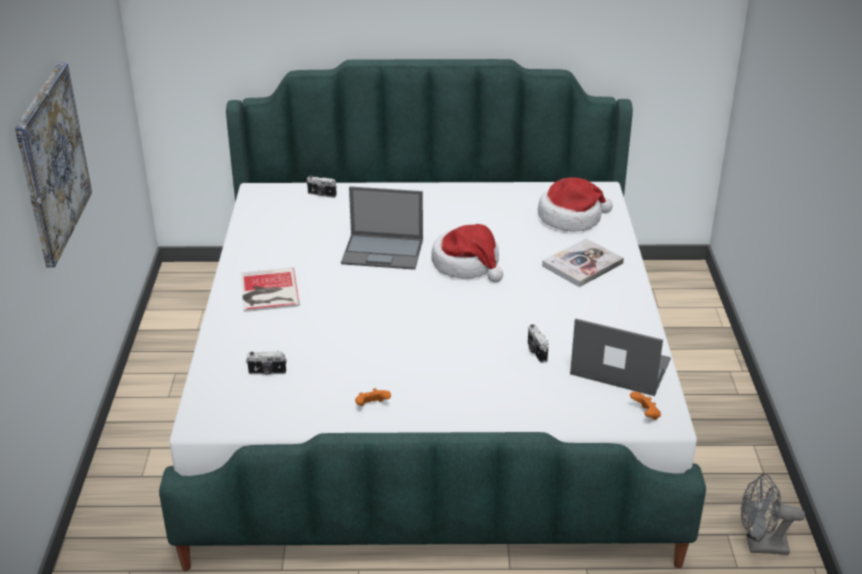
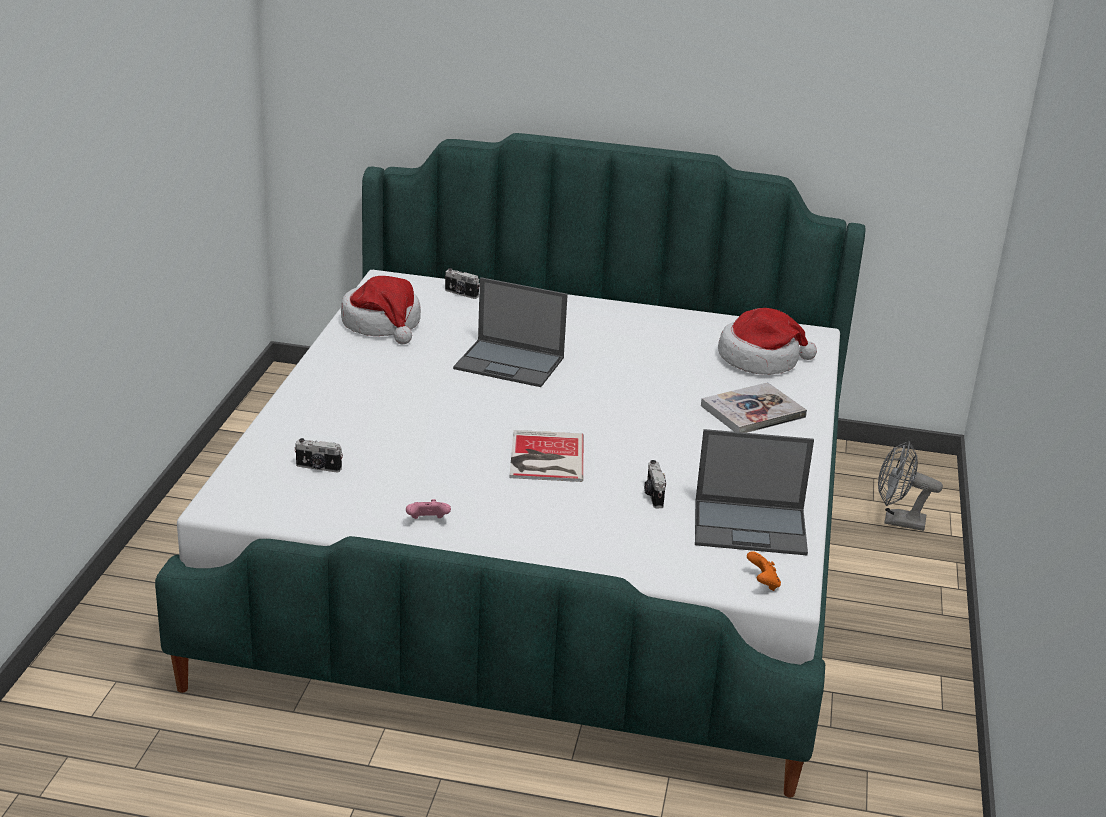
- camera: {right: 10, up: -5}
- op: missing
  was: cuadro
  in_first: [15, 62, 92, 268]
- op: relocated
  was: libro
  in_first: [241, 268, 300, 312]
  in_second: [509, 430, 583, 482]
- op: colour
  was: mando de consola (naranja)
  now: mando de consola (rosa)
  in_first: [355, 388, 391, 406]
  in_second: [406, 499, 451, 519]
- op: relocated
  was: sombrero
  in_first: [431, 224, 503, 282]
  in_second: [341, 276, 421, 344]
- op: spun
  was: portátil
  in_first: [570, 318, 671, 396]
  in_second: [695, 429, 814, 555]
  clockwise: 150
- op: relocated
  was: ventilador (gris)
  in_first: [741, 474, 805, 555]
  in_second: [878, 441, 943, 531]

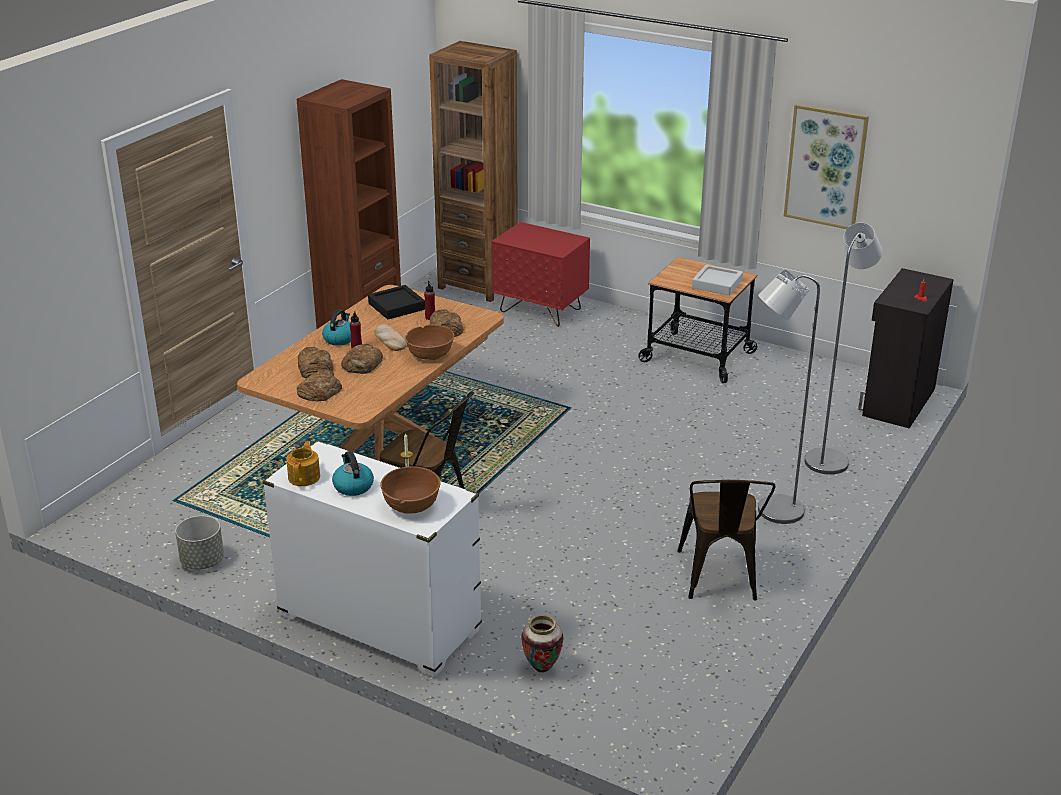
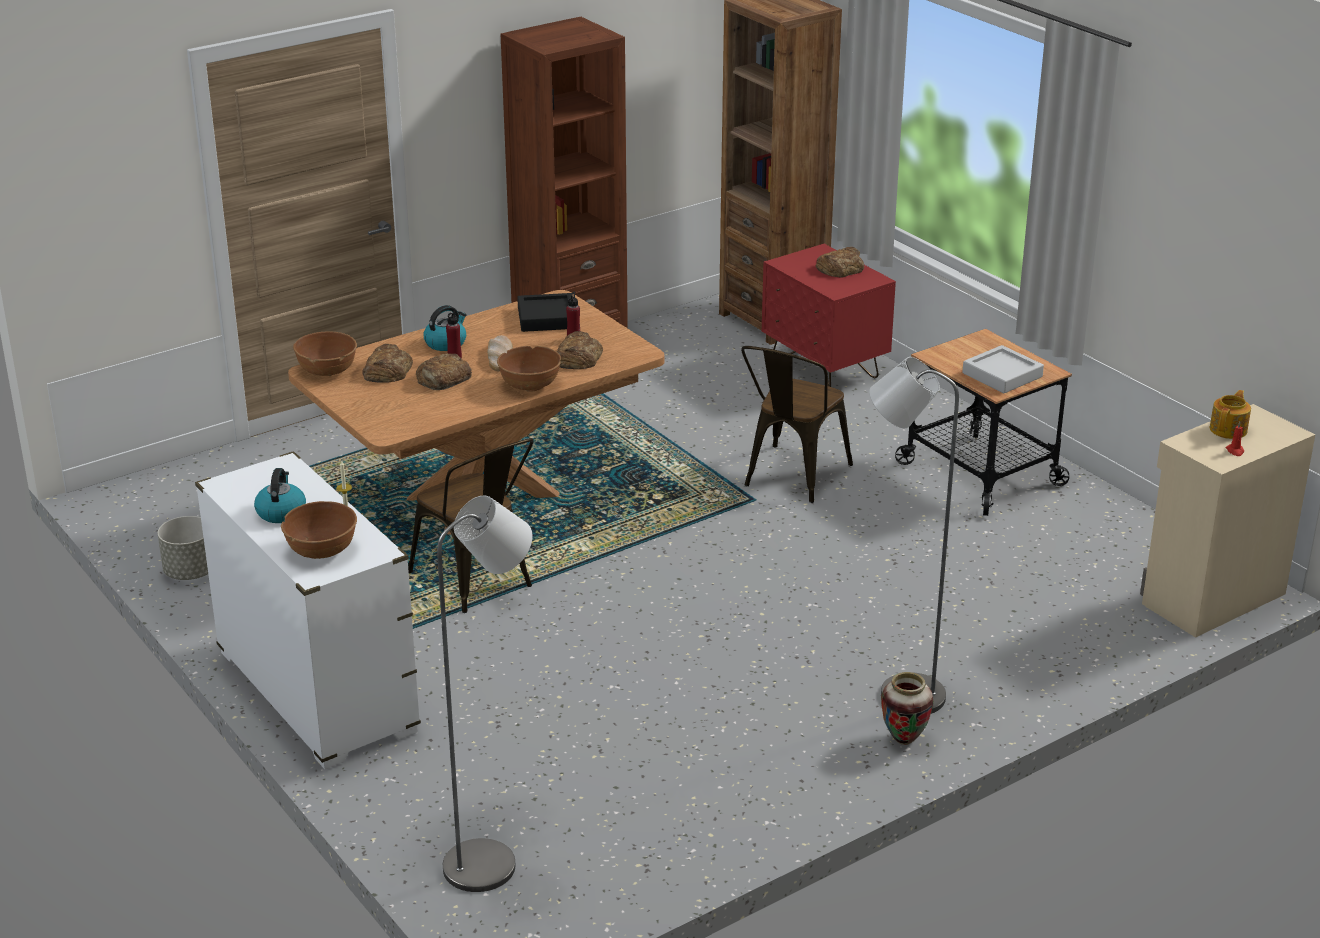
- camera: {right: 25, up: 0}
- op: relocated
  was: tetera
  in_first: [286, 441, 320, 486]
  in_second: [1210, 390, 1251, 439]
- op: relocated
  was: pan
  in_first: [297, 369, 342, 401]
  in_second: [816, 247, 864, 277]
- op: relocated
  was: florero
  in_first: [521, 615, 564, 673]
  in_second: [881, 672, 934, 745]
- op: relocated
  was: silla (marrón)
  in_first: [677, 480, 776, 600]
  in_second: [741, 346, 853, 503]
- op: missing
  was: cuadro
  in_first: [784, 104, 869, 229]
- op: relocated
  was: lámpara de pie (gris)
  in_first: [804, 222, 882, 475]
  in_second: [437, 496, 532, 892]
- op: colour
  was: armario (negro)
  now: armario (beis)
  in_first: [858, 268, 954, 429]
  in_second: [1140, 404, 1315, 638]
- op: appeared
  now: cuenco (marrón)
  in_second: [293, 331, 357, 376]

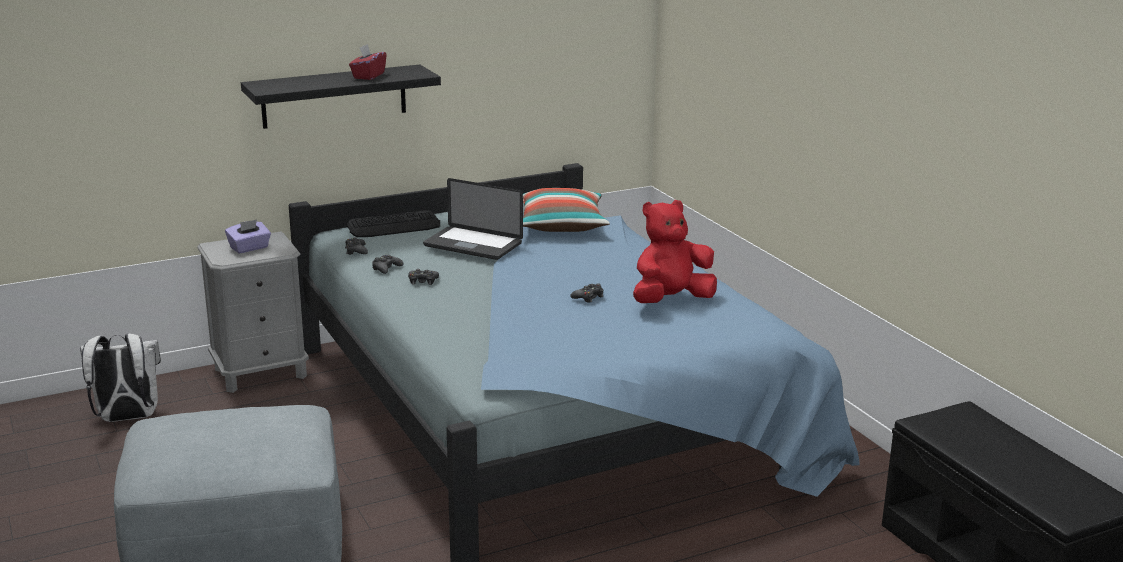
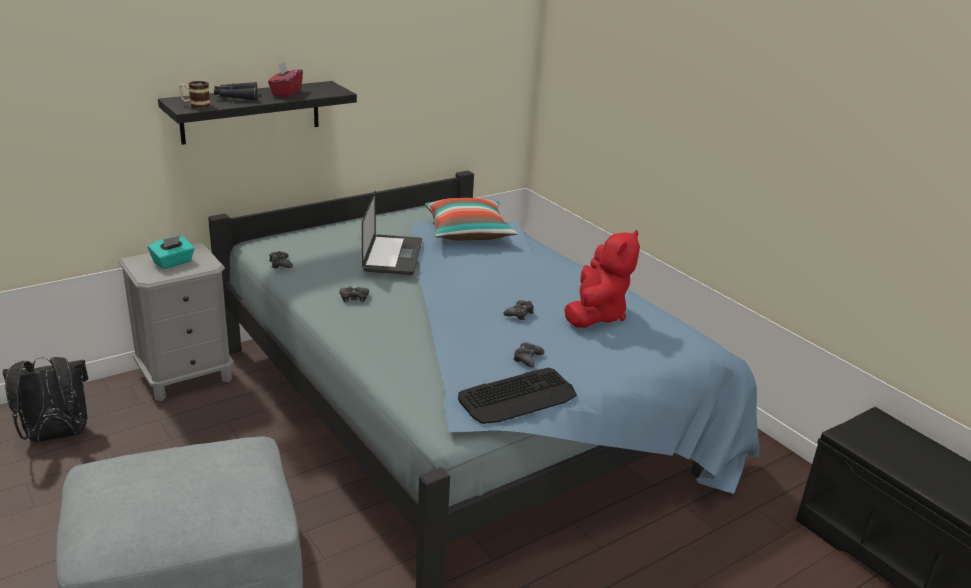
- camera: {right: -10, up: 5}
- op: colour
  was: mochila (blanco)
  now: mochila (negro)
  in_first: [80, 333, 161, 422]
  in_second: [2, 357, 88, 442]
- op: colour
  was: caja de pañuelos (morado)
  now: caja de pañuelos (turquesa)
  in_first: [225, 219, 271, 253]
  in_second: [148, 235, 194, 269]
- op: relocated
  was: teclado
  in_first: [346, 210, 440, 237]
  in_second: [458, 367, 577, 424]
- op: relocated
  was: mando de consola (negro)
  in_first: [372, 255, 404, 274]
  in_second: [514, 342, 544, 368]
- op: spun
  was: portátil
  in_first: [423, 178, 523, 260]
  in_second: [362, 191, 422, 275]
  clockwise: -105
- op: spun
  was: peluche (rojo)
  in_first: [633, 200, 717, 303]
  in_second: [564, 230, 640, 328]
  clockwise: 150
- op: appeared
  now: taza grande
  in_second: [179, 81, 211, 109]
- op: appeared
  now: prismáticos (negro)
  in_second: [214, 82, 257, 100]

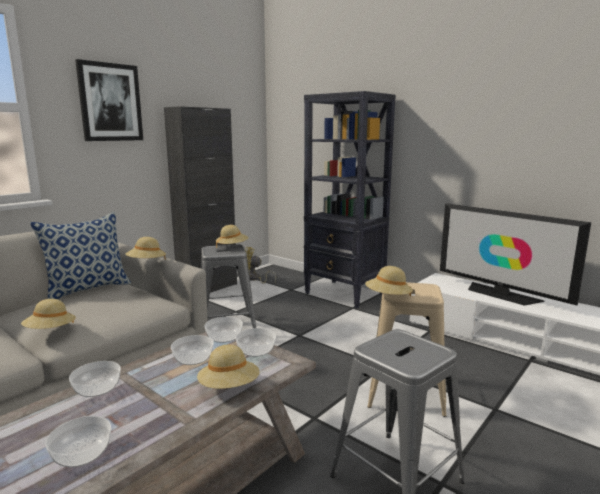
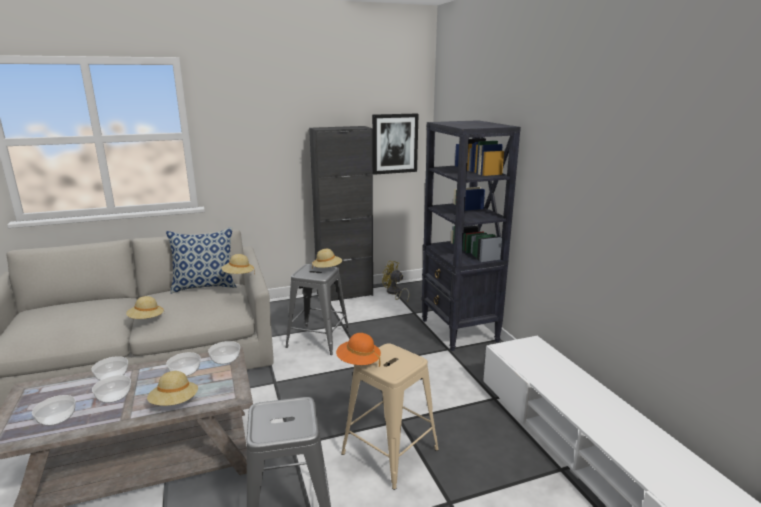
- camera: {right: 30, up: 5}
- op: relocated
  was: cuadro
  in_first: [75, 59, 143, 141]
  in_second: [372, 113, 418, 175]
- op: relocated
  was: cuenco
  in_first: [236, 328, 276, 357]
  in_second: [92, 375, 131, 403]
- op: colour
  was: sombrero (beis)
  now: sombrero (naranja)
  in_first: [365, 266, 413, 296]
  in_second: [336, 333, 381, 367]
- op: missing
  was: televisor
  in_first: [440, 203, 591, 306]

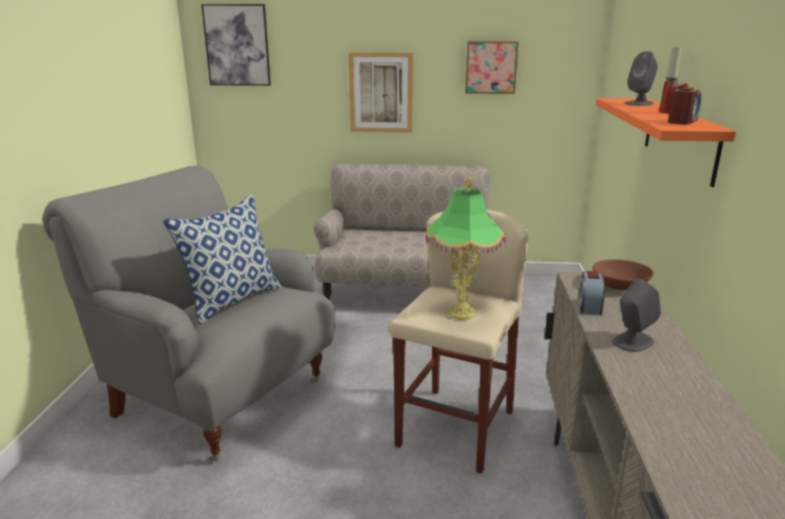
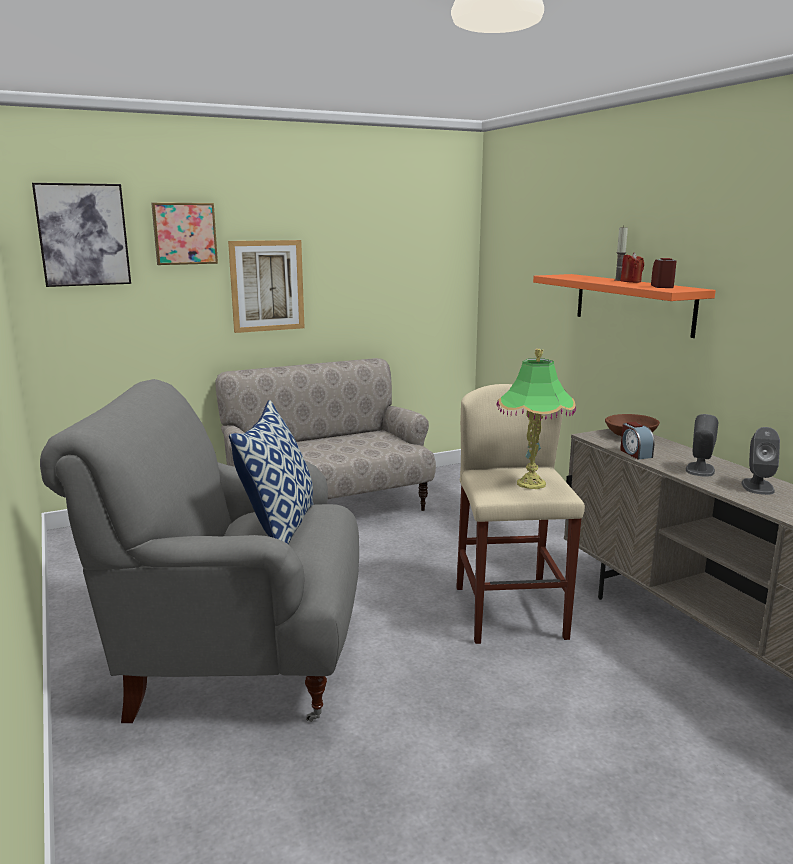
- camera: {right: -30, up: -5}
- op: relocated
  was: cuadro
  in_first: [465, 41, 518, 94]
  in_second: [151, 203, 218, 265]
- op: relocated
  was: altavoz (gris)
  in_first: [625, 51, 658, 106]
  in_second: [741, 427, 780, 495]

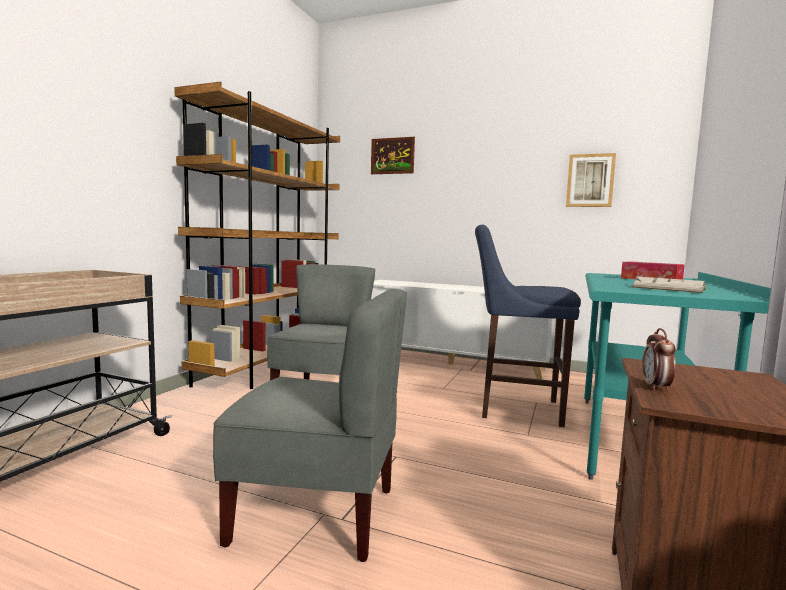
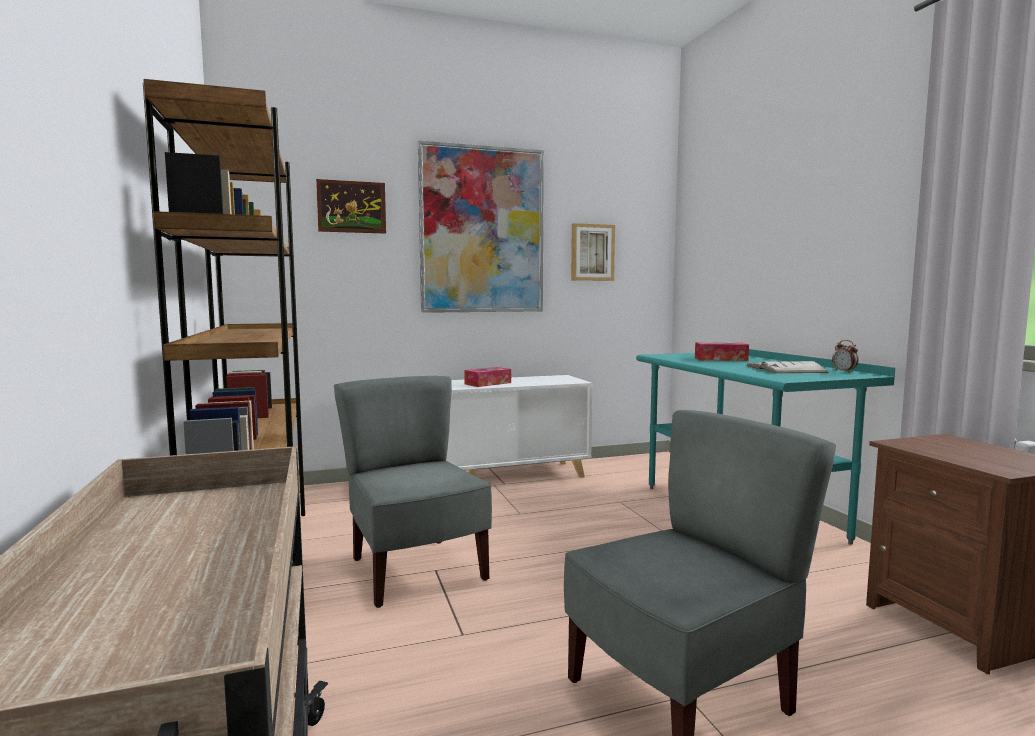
- camera: {right: -40, up: 0}
- op: missing
  was: taburete (azul)
  in_first: [475, 225, 581, 427]
- op: relocated
  was: despertador
  in_first: [642, 328, 676, 391]
  in_second: [832, 340, 859, 373]
- op: appeared
  now: cuadro
  in_second: [418, 140, 544, 313]
- op: appeared
  now: caja de pañuelos
  in_second: [464, 367, 511, 387]

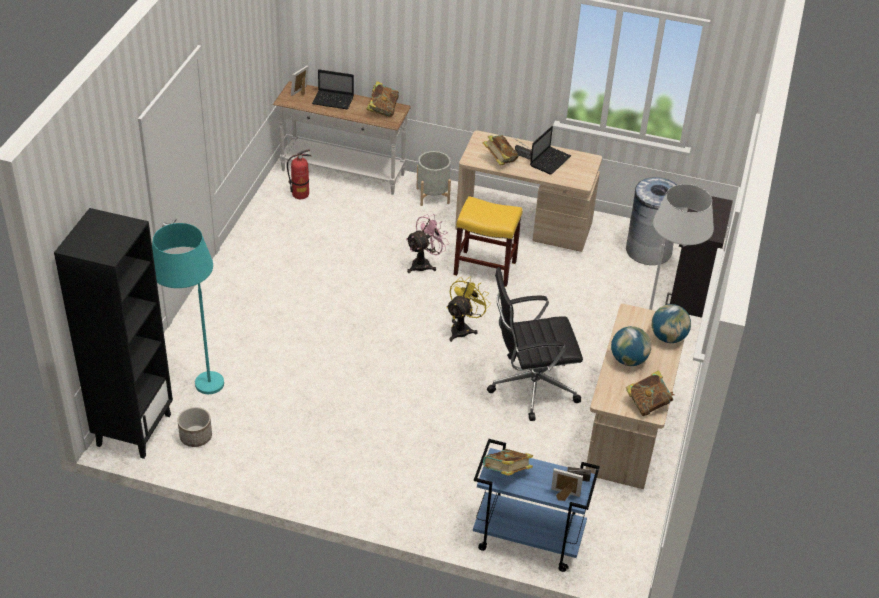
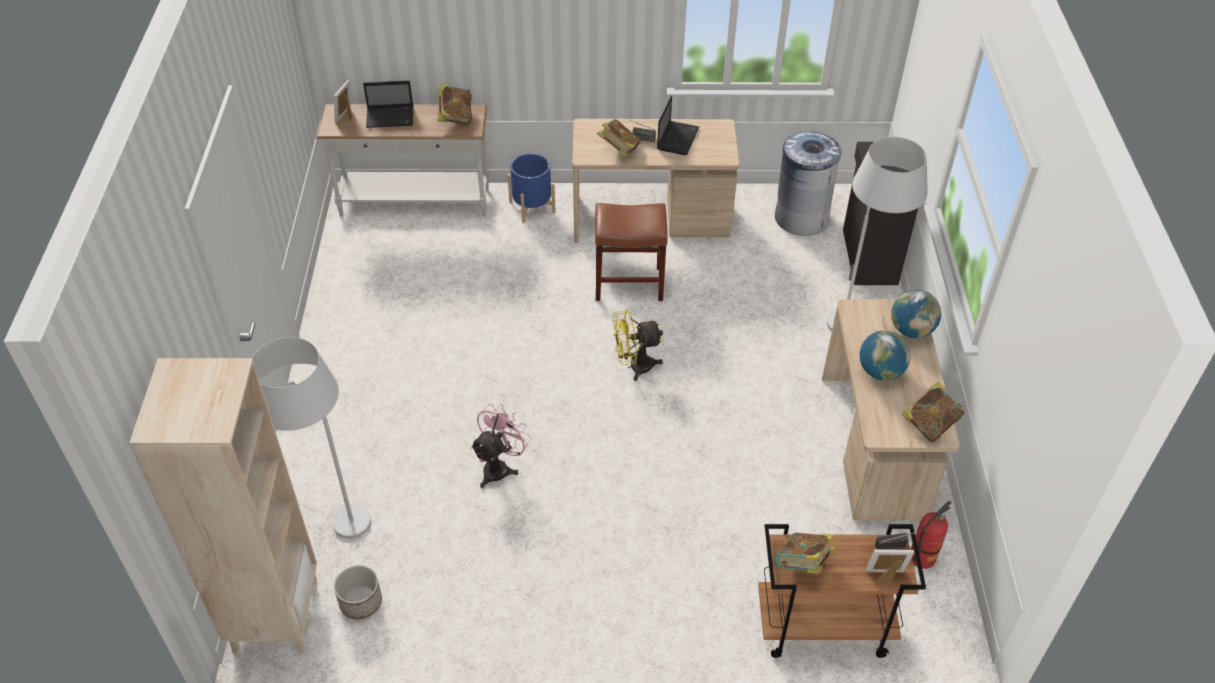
- camera: {right: -15, up: 5}
- op: colour
  was: estantería (negro)
  now: estantería (beis)
  in_first: [54, 208, 173, 459]
  in_second: [129, 358, 317, 654]
- op: colour
  was: lámpara de pie (turquesa)
  now: lámpara de pie (blanco)
  in_first: [152, 223, 224, 394]
  in_second: [252, 337, 371, 539]
- op: relocated
  was: extintor
  in_first: [287, 149, 311, 199]
  in_second: [910, 501, 952, 569]
- op: relocated
  was: ventilador (rosa)
  in_first: [406, 214, 449, 273]
  in_second: [471, 404, 532, 488]
- op: colour
  was: maceta (gris)
  now: maceta (azul)
  in_first: [416, 151, 451, 206]
  in_second: [508, 153, 556, 223]
- op: spun
  was: ventilador (amarillo)
  in_first: [446, 277, 491, 342]
  in_second: [612, 310, 663, 381]
  clockwise: -120
- op: colour
  was: taburete (amarillo)
  now: taburete (marrón)
  in_first: [454, 196, 523, 287]
  in_second: [595, 203, 668, 301]
- op: colour
  was: carrito (azul)
  now: carrito (marrón)
  in_first: [473, 439, 600, 572]
  in_second: [758, 524, 926, 658]
- op: missing
  was: silla de oficina (negro)
  in_first: [487, 267, 583, 421]

